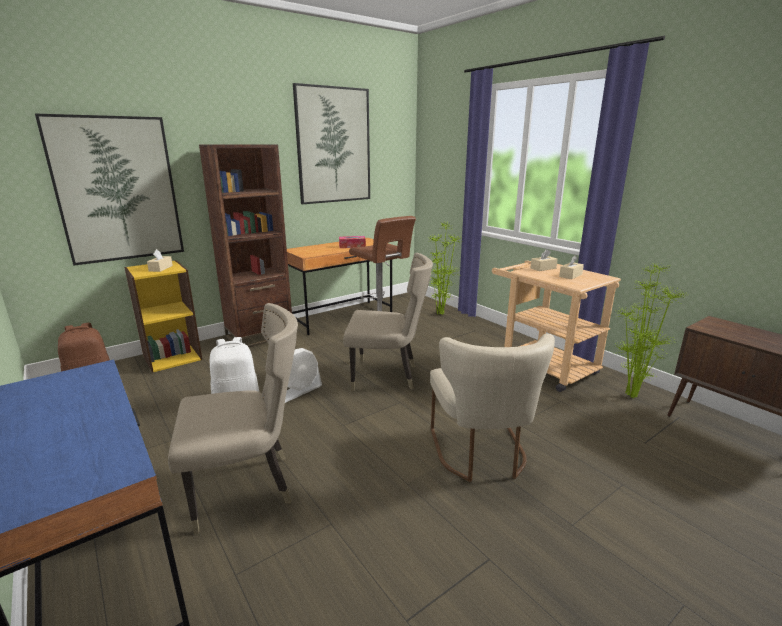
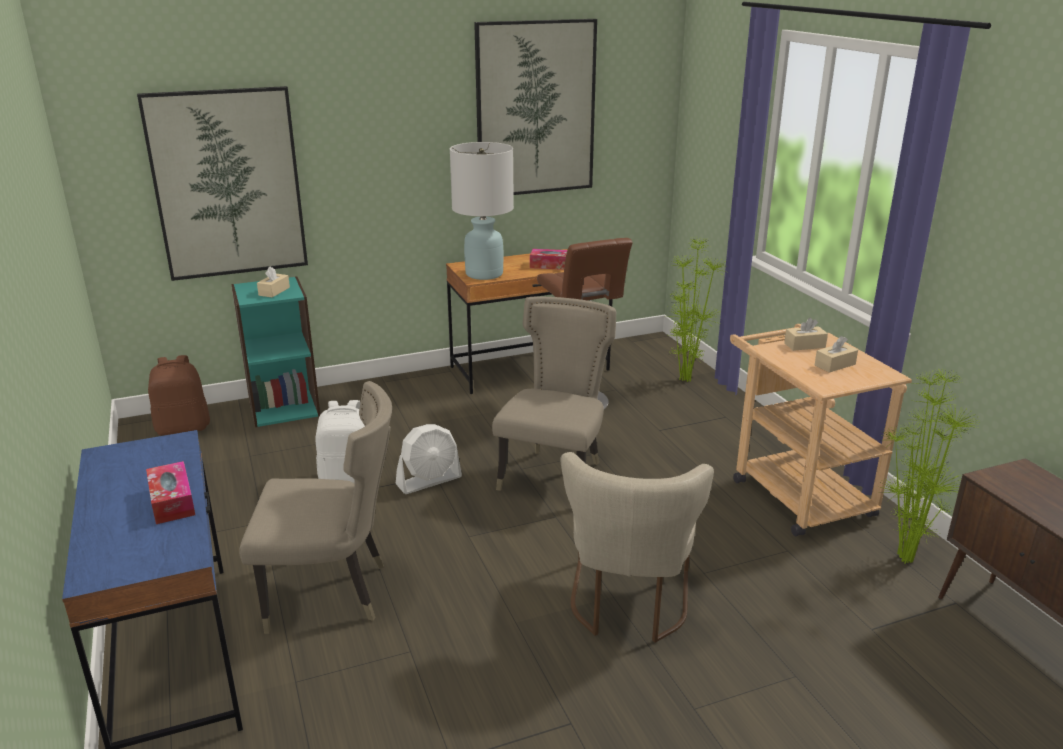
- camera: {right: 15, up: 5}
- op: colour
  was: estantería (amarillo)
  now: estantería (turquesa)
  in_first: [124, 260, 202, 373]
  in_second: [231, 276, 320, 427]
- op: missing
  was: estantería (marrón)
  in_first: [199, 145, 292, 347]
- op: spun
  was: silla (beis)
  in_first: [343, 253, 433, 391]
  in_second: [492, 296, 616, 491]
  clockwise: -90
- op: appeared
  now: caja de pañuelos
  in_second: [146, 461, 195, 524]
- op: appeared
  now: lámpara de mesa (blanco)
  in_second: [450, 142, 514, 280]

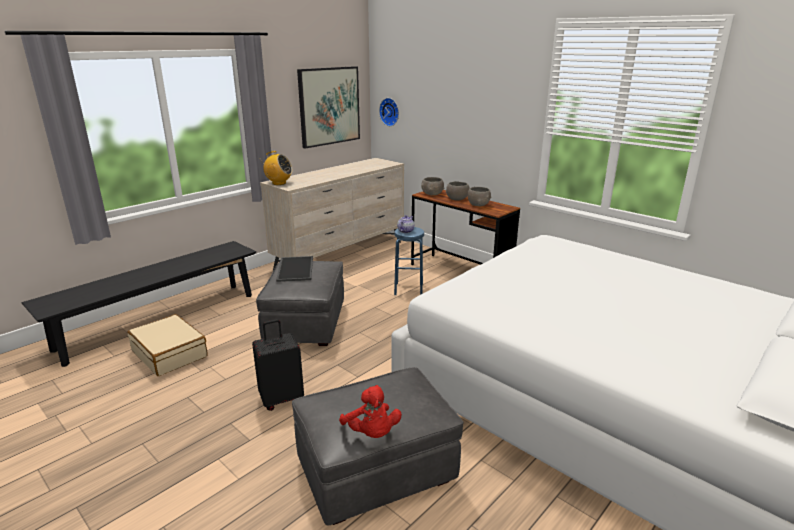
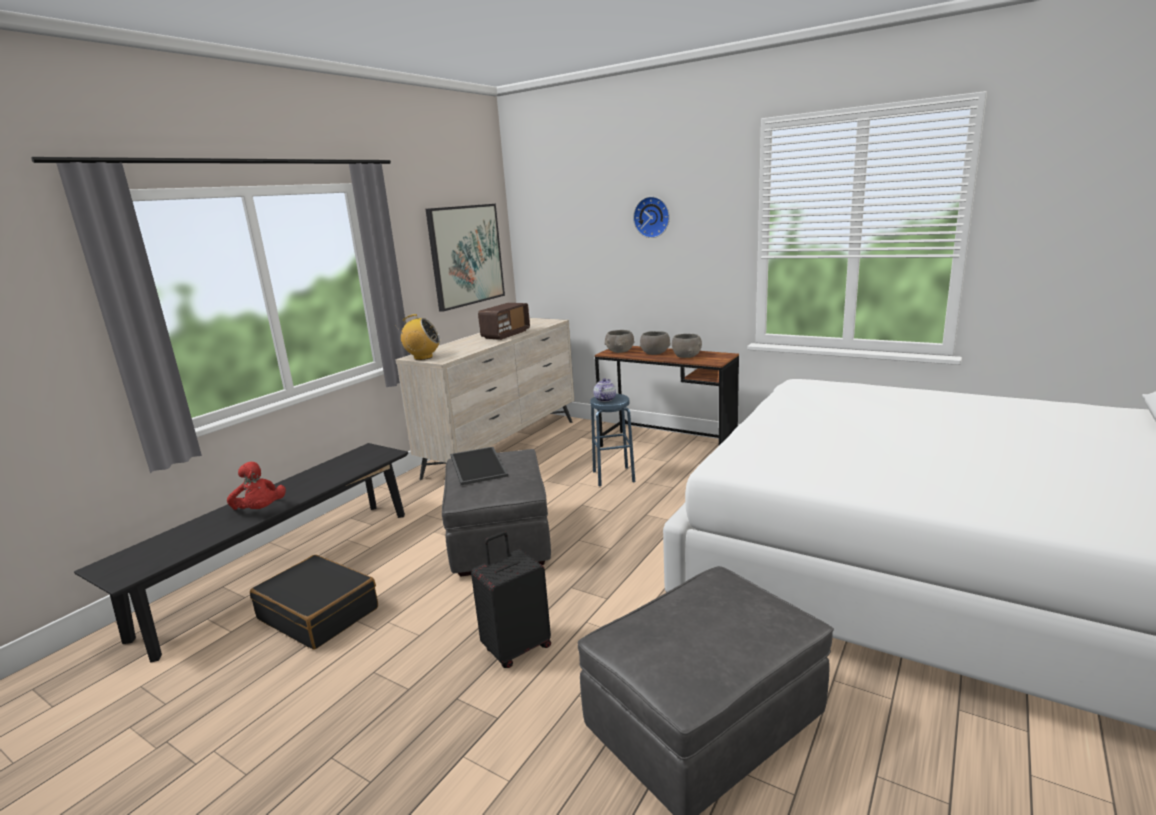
- camera: {right: -10, up: -5}
- op: colour
  was: maleta (beis)
  now: maleta (negro)
  in_first: [127, 314, 208, 376]
  in_second: [250, 555, 378, 650]
- op: relocated
  was: peluche (rojo)
  in_first: [339, 385, 402, 438]
  in_second: [227, 462, 286, 510]
- op: relocated
  was: reloj de pared
  in_first: [379, 98, 399, 126]
  in_second: [633, 196, 670, 238]
- op: appeared
  now: radio
  in_second: [478, 303, 530, 340]

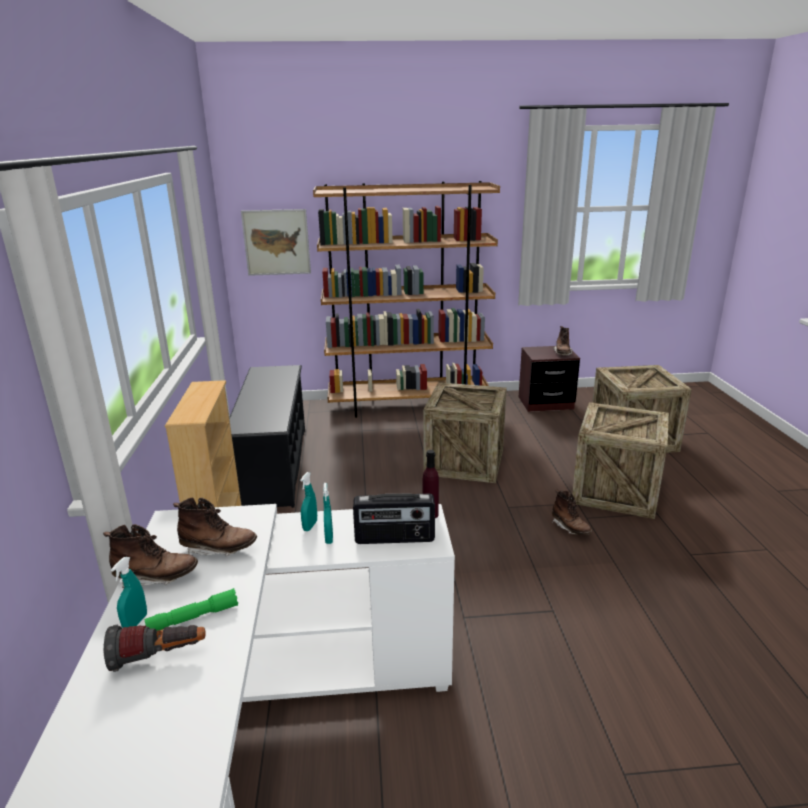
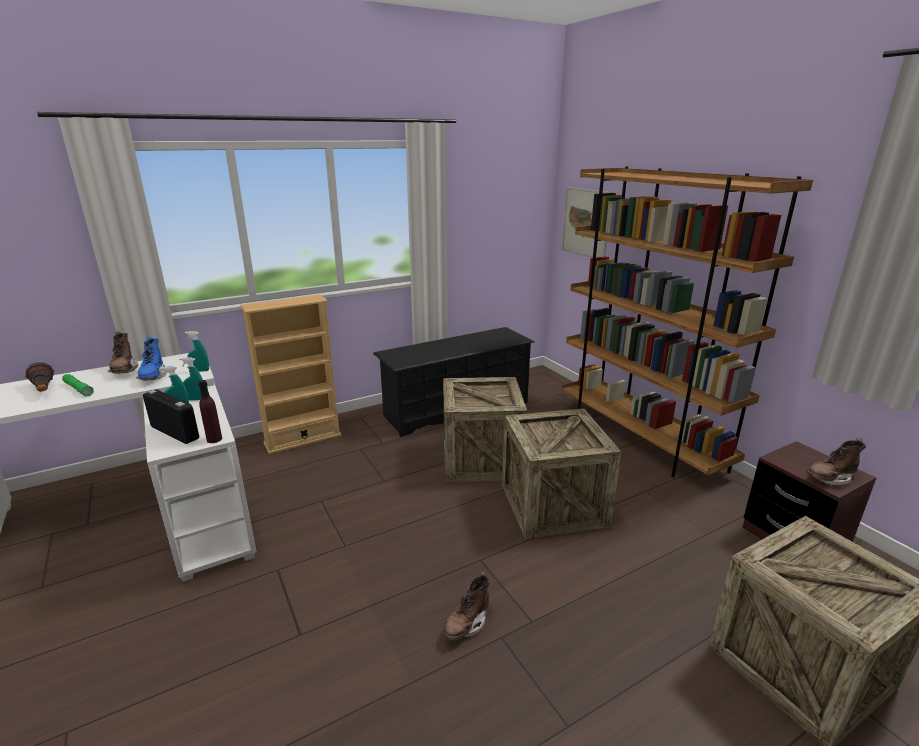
- camera: {right: 65, up: 0}
- op: relocated
  was: pulverizador (turquesa)
  in_first: [111, 557, 147, 628]
  in_second: [185, 331, 209, 372]
- op: colour
  was: bota (marrón)
  now: bota (azul)
  in_first: [173, 497, 257, 556]
  in_second: [136, 336, 167, 381]
- op: spun
  was: radio
  in_first: [353, 494, 435, 544]
  in_second: [143, 389, 199, 444]
  clockwise: 150
- op: relocated
  was: caja de embalaje
  in_first: [572, 402, 669, 519]
  in_second: [443, 377, 527, 482]

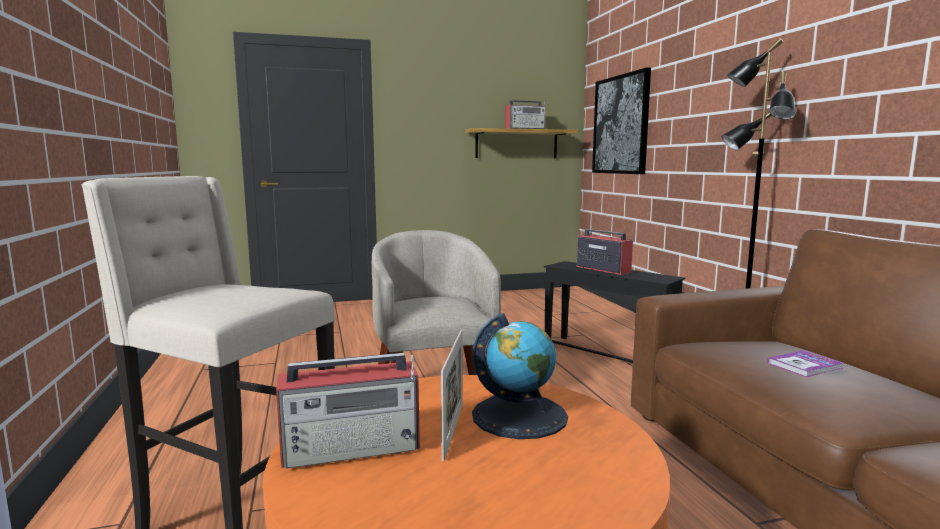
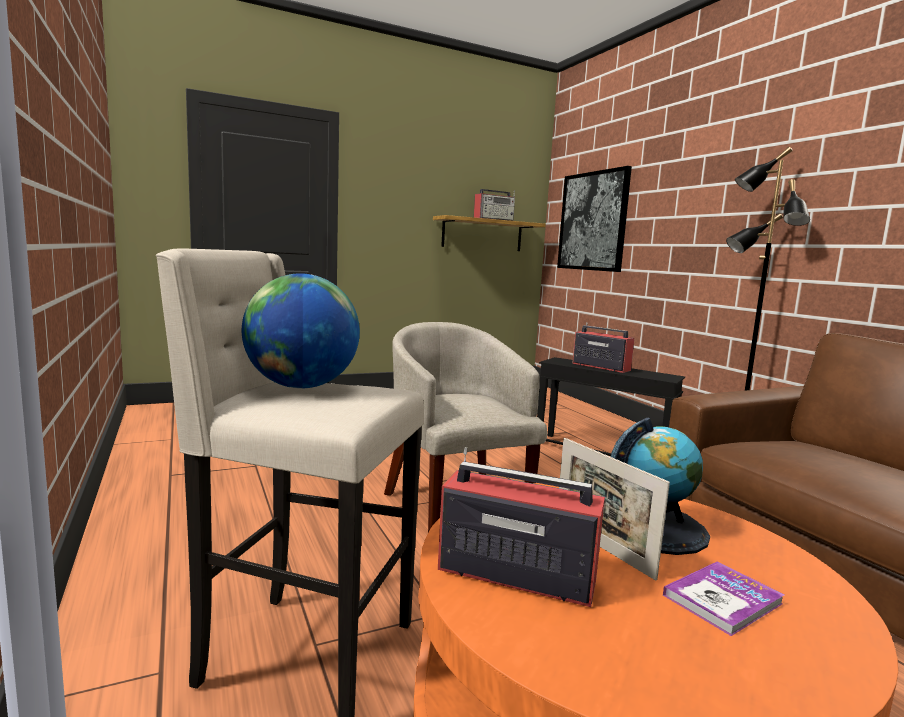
- camera: {right: -10, up: 0}
- op: spun
  was: radio
  in_first: [276, 353, 420, 469]
  in_second: [438, 447, 605, 607]
  clockwise: -135
- op: spun
  was: portarretratos
  in_first: [441, 331, 463, 462]
  in_second: [559, 438, 670, 581]
  clockwise: 150
- op: relocated
  was: libro
  in_first: [767, 350, 843, 377]
  in_second: [663, 561, 784, 636]
- op: appeared
  now: globo terráqueo
  in_second: [242, 273, 360, 389]

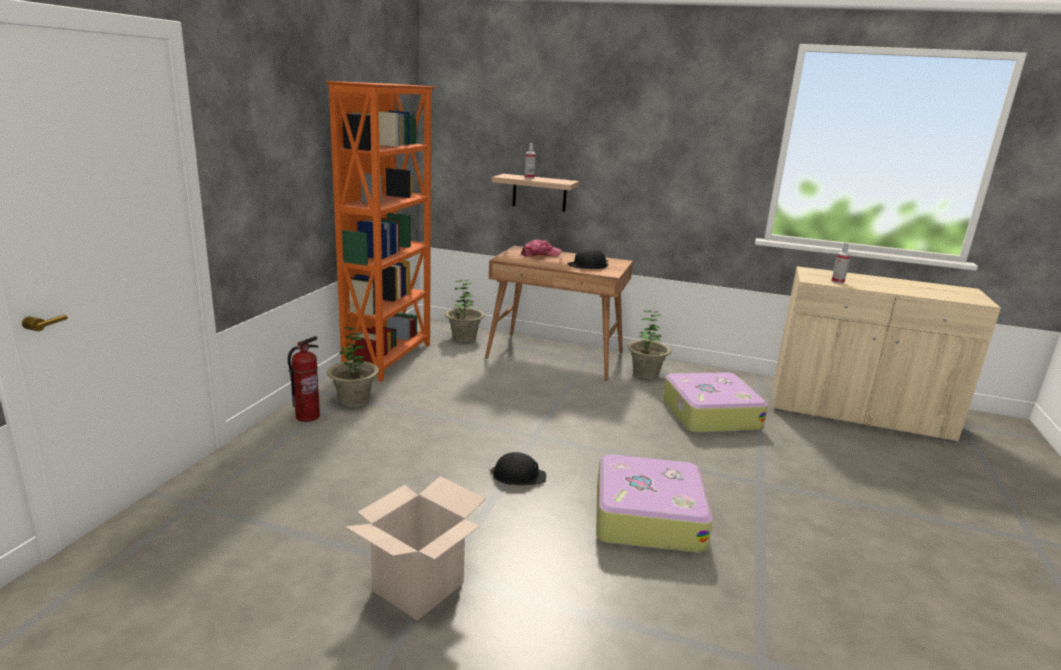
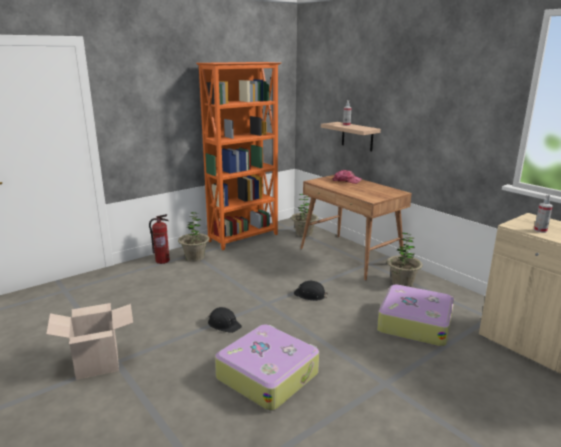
- camera: {right: 35, up: 0}
- op: relocated
  was: casco (negro)
  in_first: [567, 248, 609, 269]
  in_second: [294, 281, 328, 301]

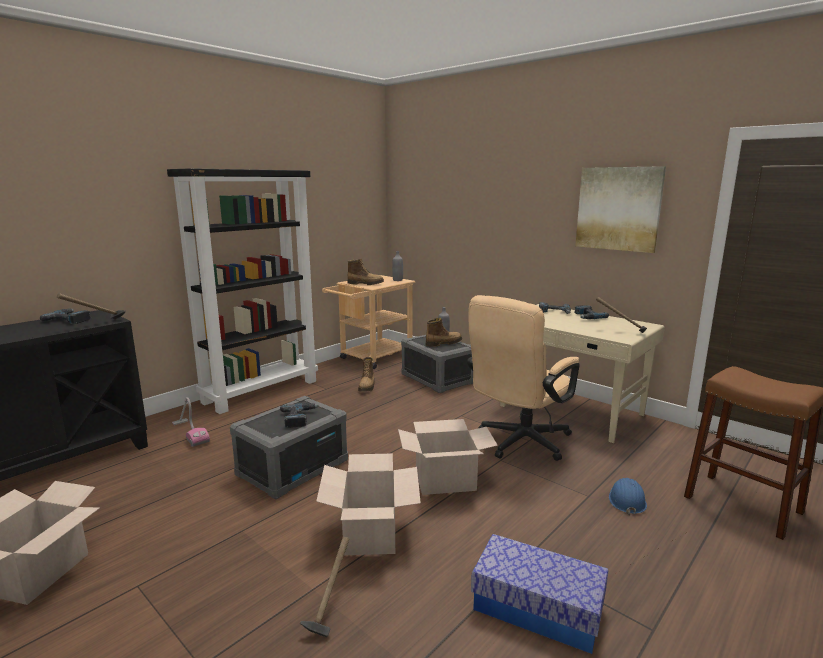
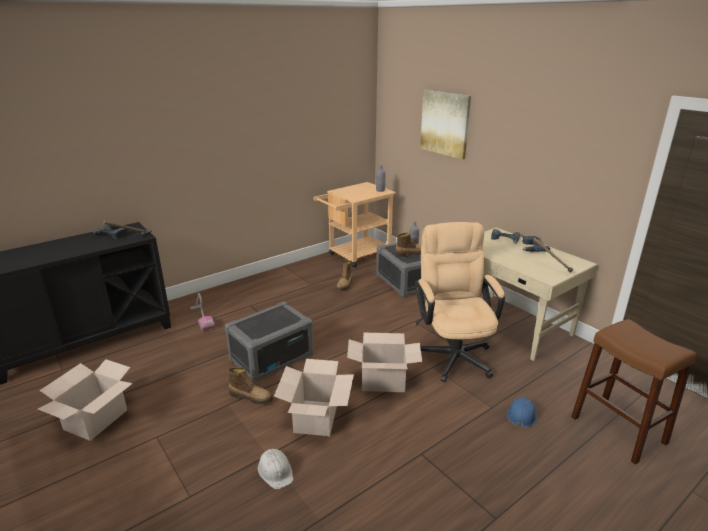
- camera: {right: 10, up: 10}
- op: missing
  was: estantería (negro)
  in_first: [167, 168, 318, 414]
- op: missing
  was: taladro
  in_first: [280, 403, 319, 428]
- op: exchanged
  was: martillo
  now: casco (blanco)
  in_first: [300, 537, 349, 637]
  in_second: [258, 449, 293, 489]
- op: relocated
  was: bota
  in_first: [347, 259, 384, 285]
  in_second: [228, 367, 273, 405]
- op: spun
  was: silla de oficina (beis)
  in_first: [467, 295, 580, 461]
  in_second: [415, 222, 505, 382]
  clockwise: 120
- op: missing
  was: caja de almacenaje
  in_first: [471, 534, 609, 654]
- op: relocated
  was: cuadro
  in_first: [575, 166, 666, 253]
  in_second: [420, 90, 471, 159]

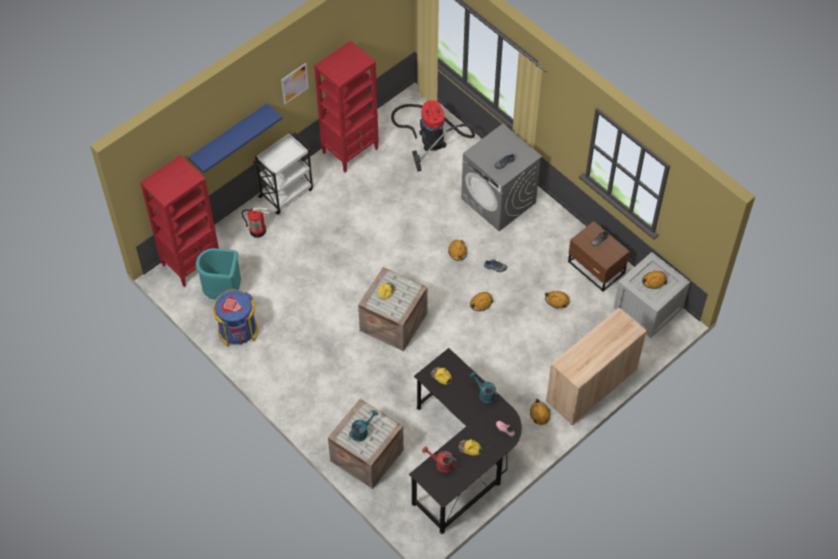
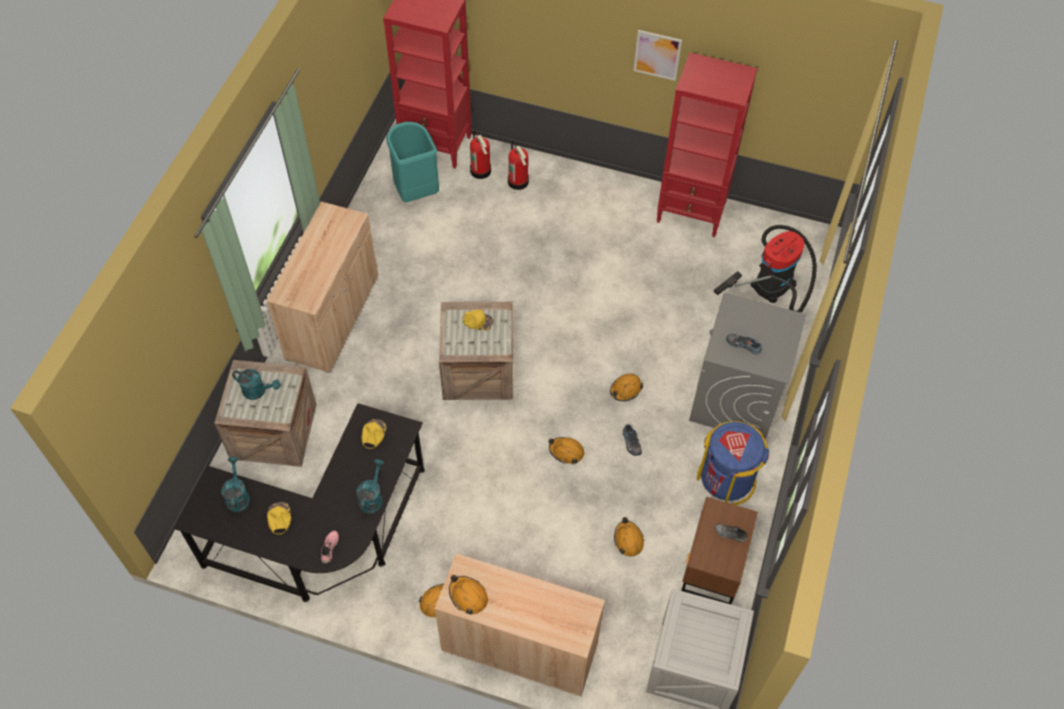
- camera: {right: 60, up: 0}
- op: missing
  was: estante (azul)
  in_first: [188, 103, 282, 173]
- op: relocated
  was: papelera (azul)
  in_first: [213, 289, 258, 346]
  in_second: [697, 421, 769, 505]
- op: missing
  was: carrito (blanco)
  in_first: [253, 132, 313, 215]
- op: colour
  was: regadera (rojo)
  now: regadera (turquesa)
  in_first: [422, 446, 458, 473]
  in_second: [221, 457, 250, 513]
- op: relocated
  was: casco (naranja)
  in_first: [642, 270, 667, 289]
  in_second: [449, 575, 488, 615]
- op: appeared
  now: armario (beis)
  in_second: [266, 201, 378, 373]
- op: appeared
  now: extintor
  in_second: [470, 131, 491, 179]

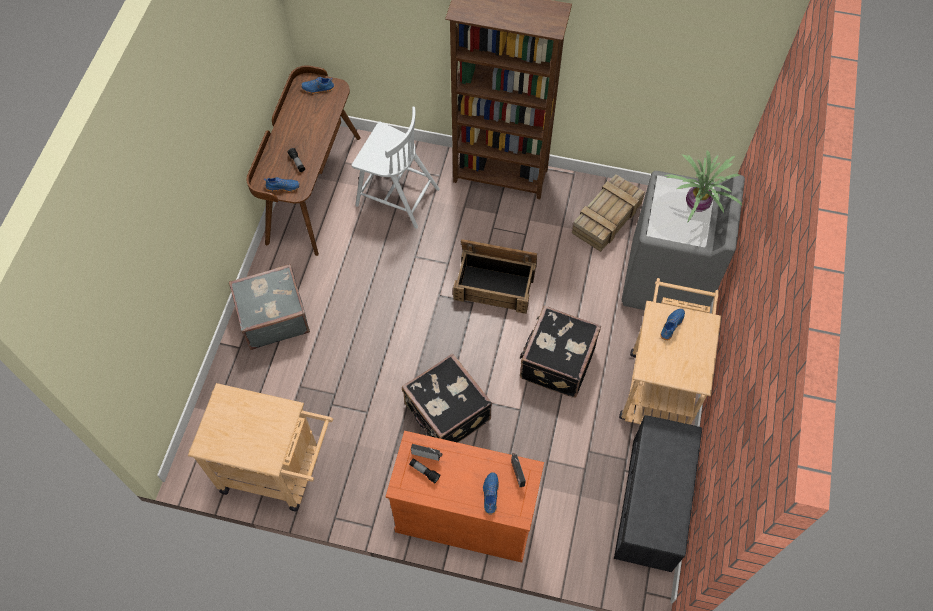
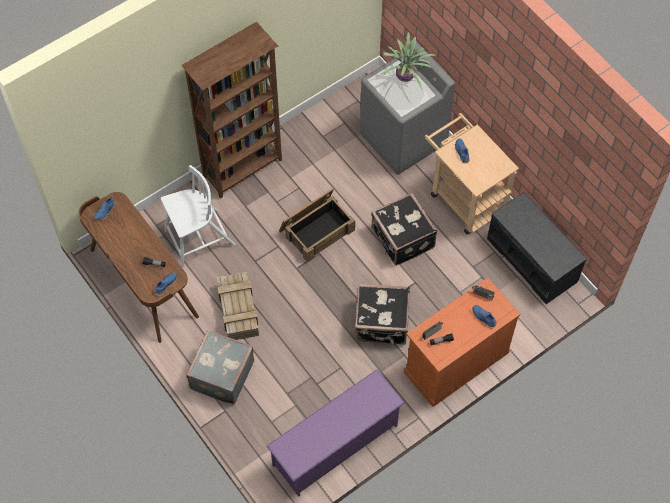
- camera: {right: -50, up: 0}
- op: exchanged
  was: carrito (beis)
  now: zapatero (morado)
  in_first: [188, 383, 333, 512]
  in_second: [267, 369, 405, 497]
- op: relocated
  was: caja de embalaje
  in_first: [572, 174, 645, 252]
  in_second: [217, 272, 259, 340]

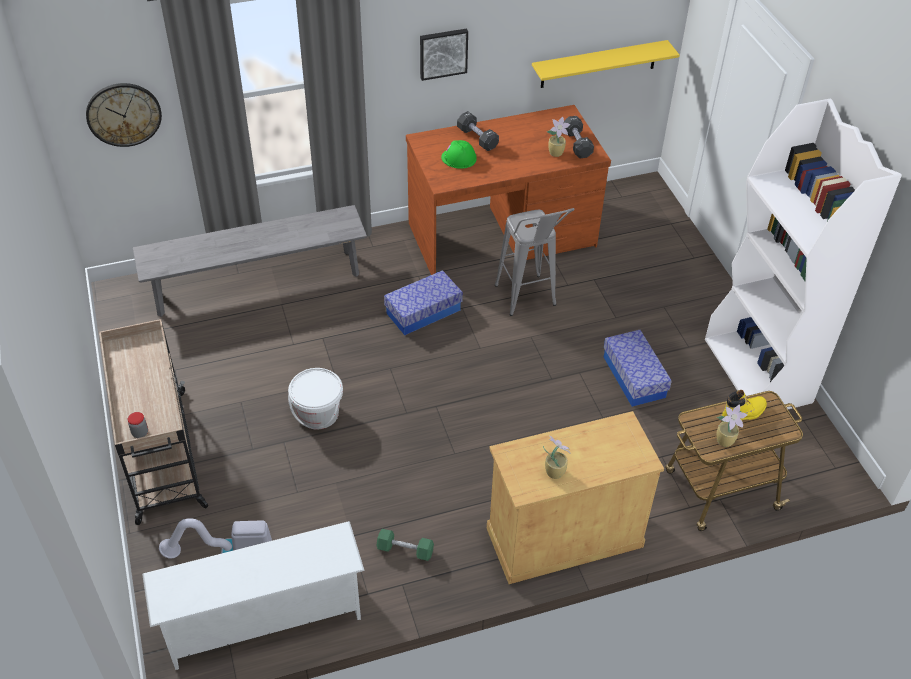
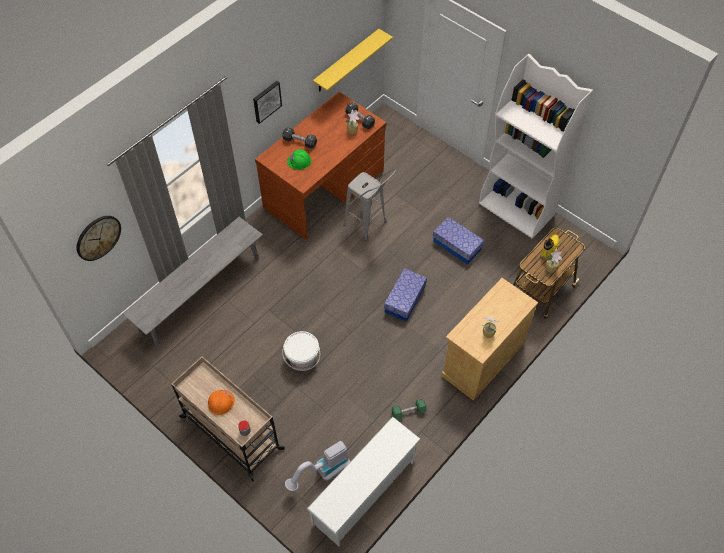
- camera: {right: -30, up: 10}
- op: relocated
  was: caja de almacenaje
  in_first: [384, 270, 463, 335]
  in_second: [384, 268, 427, 322]
- op: appeared
  now: casco (naranja)
  in_second: [208, 390, 235, 415]

